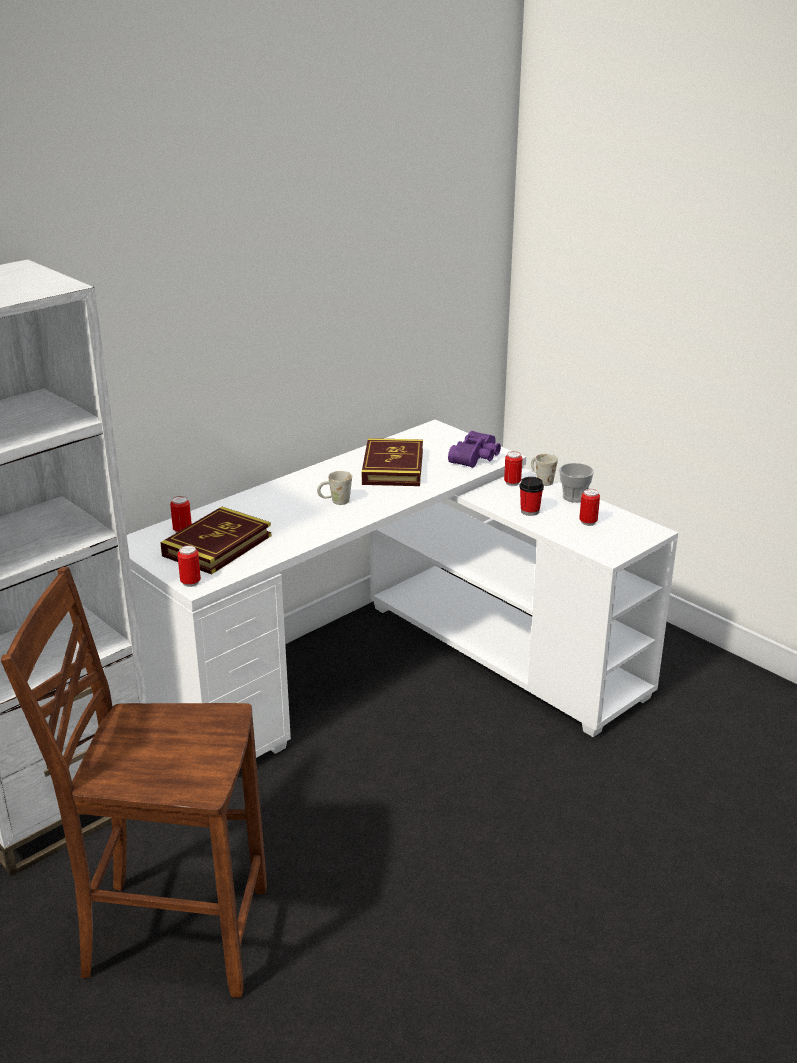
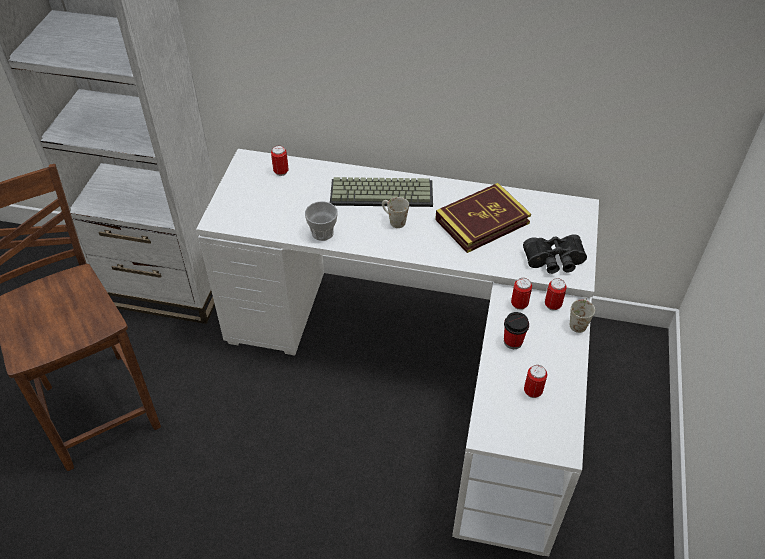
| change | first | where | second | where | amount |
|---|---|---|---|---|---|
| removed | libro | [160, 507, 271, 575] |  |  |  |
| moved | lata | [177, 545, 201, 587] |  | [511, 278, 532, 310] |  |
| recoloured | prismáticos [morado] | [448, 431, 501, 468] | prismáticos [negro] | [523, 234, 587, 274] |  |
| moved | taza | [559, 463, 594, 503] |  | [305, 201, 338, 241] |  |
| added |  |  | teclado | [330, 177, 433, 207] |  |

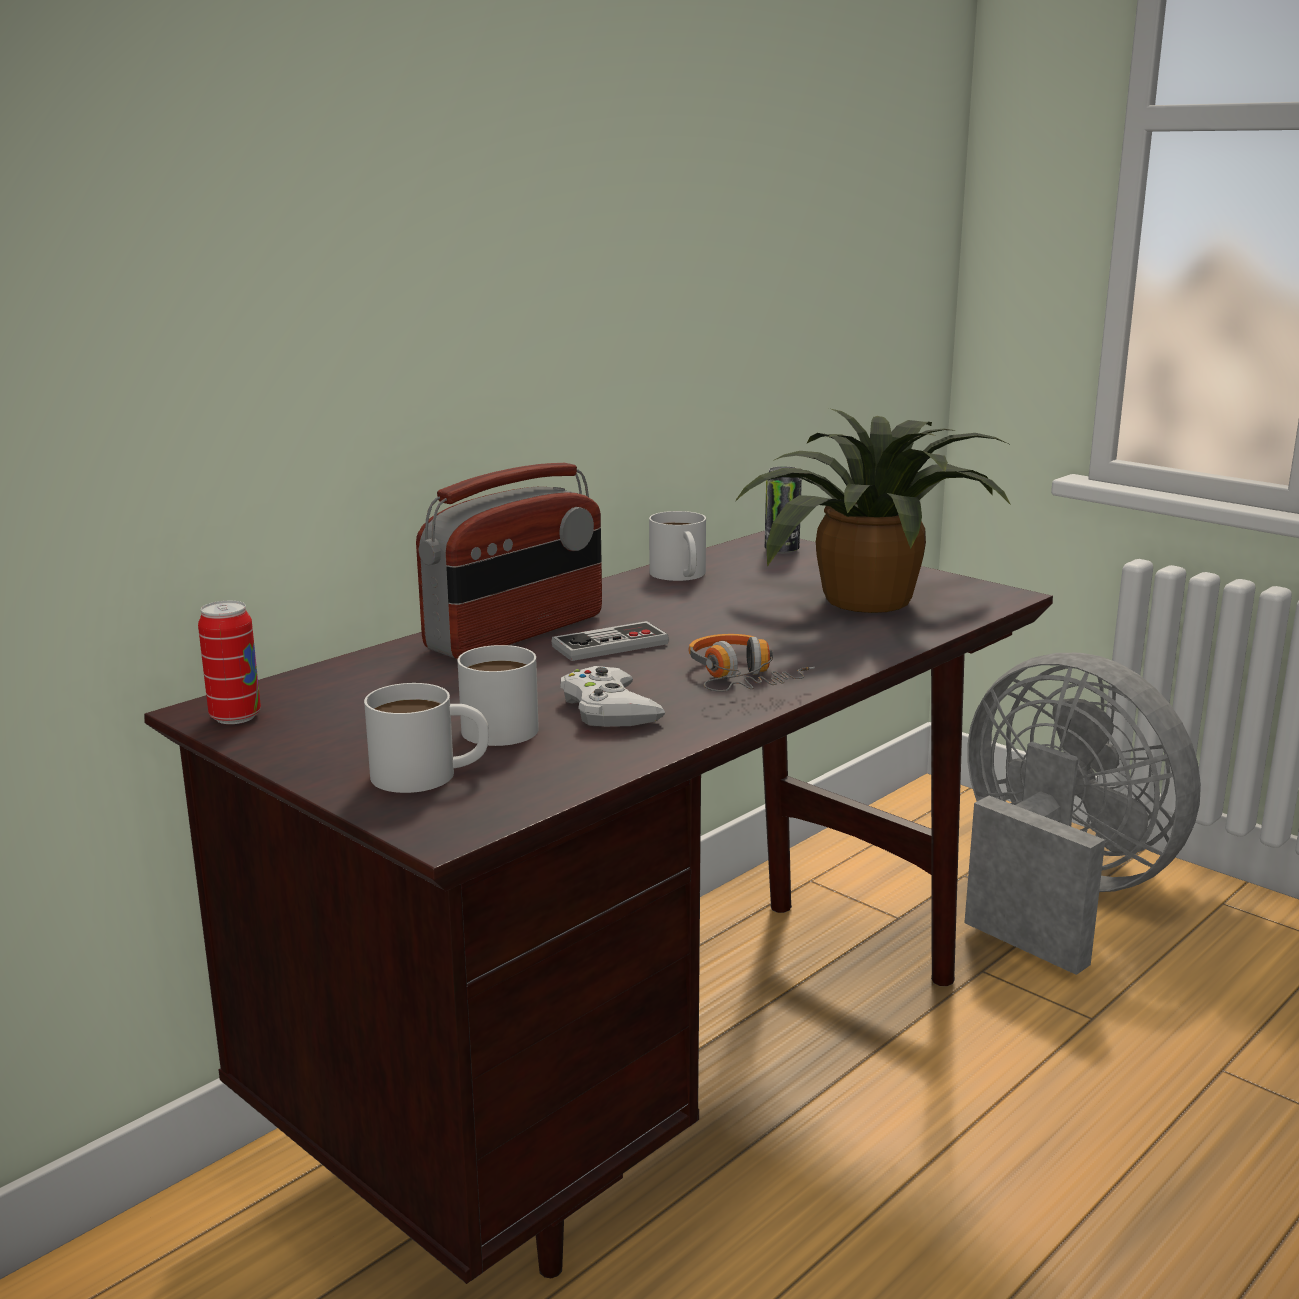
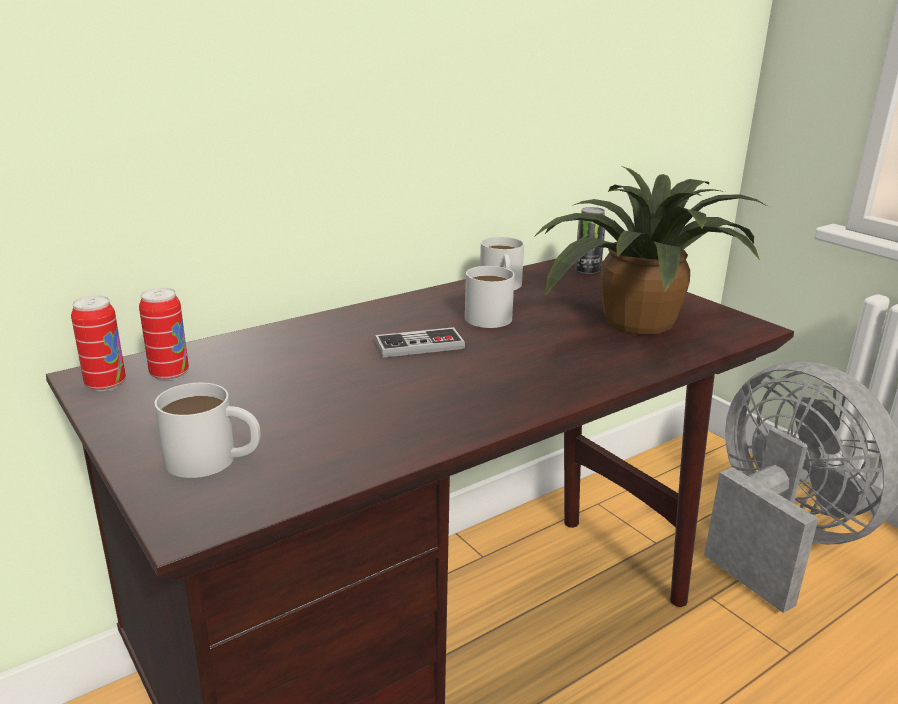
| change | first | where | second | where | amount |
|---|---|---|---|---|---|
| removed | radio | [416, 463, 602, 659] |  |  |  |
| moved | taza grande [blanco] | [457, 645, 539, 746] |  | [465, 266, 515, 328] |  |
| removed | mando de consola [blanco] | [560, 666, 666, 727] |  |  |  |
| removed | auriculares | [688, 634, 815, 692] |  |  |  |
| added |  |  | lata | [139, 288, 189, 381] |  |

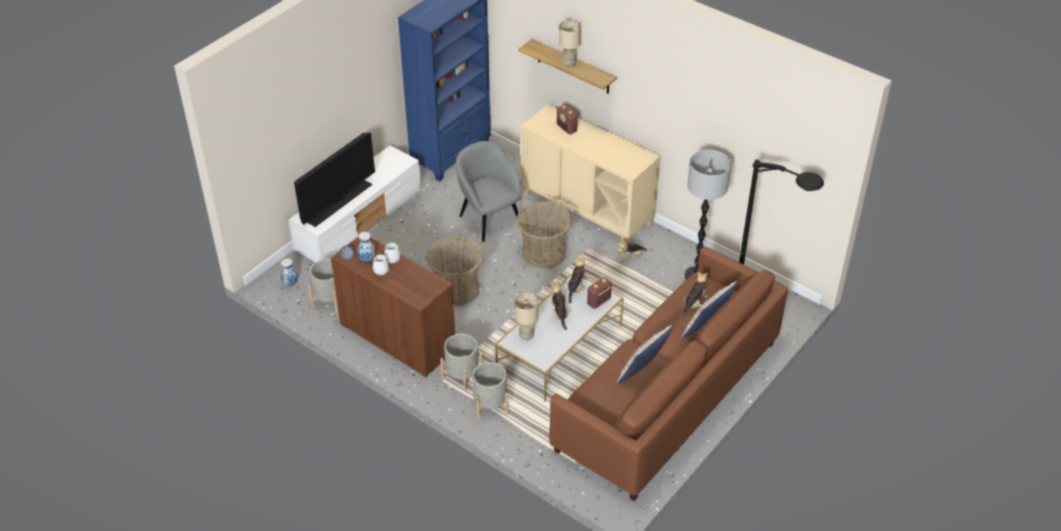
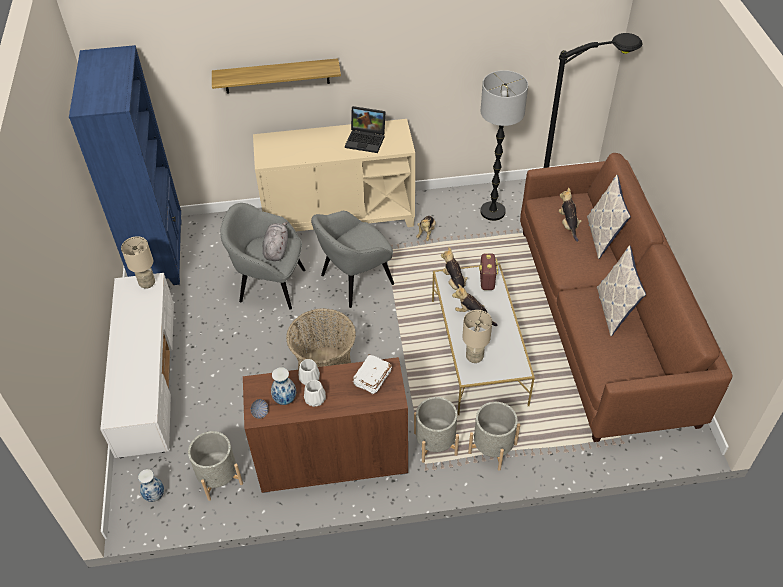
| change | first | where | second | where | amount |
|---|---|---|---|---|---|
| removed | televisor | [294, 132, 375, 227] |  |  |  |
| replaced | cesta | [517, 202, 572, 269] | sillón [gris] | [311, 211, 394, 308] |  |
| removed | radio | [557, 105, 578, 135] |  |  |  |
| moved | lámpara de mesa [beis] | [559, 20, 581, 68] |  | [121, 236, 155, 289] |  |
| added |  |  | peluche [gris] | [263, 222, 288, 261] |  |
| added |  |  | portátil | [345, 106, 386, 153] |  |
| added |  |  | libro [blanco] | [353, 355, 392, 394] |  |

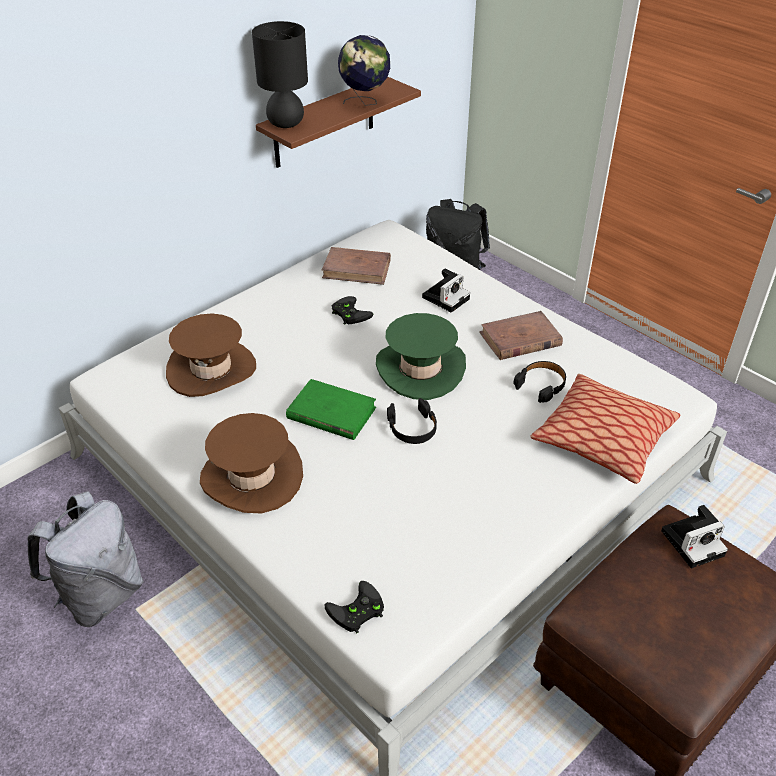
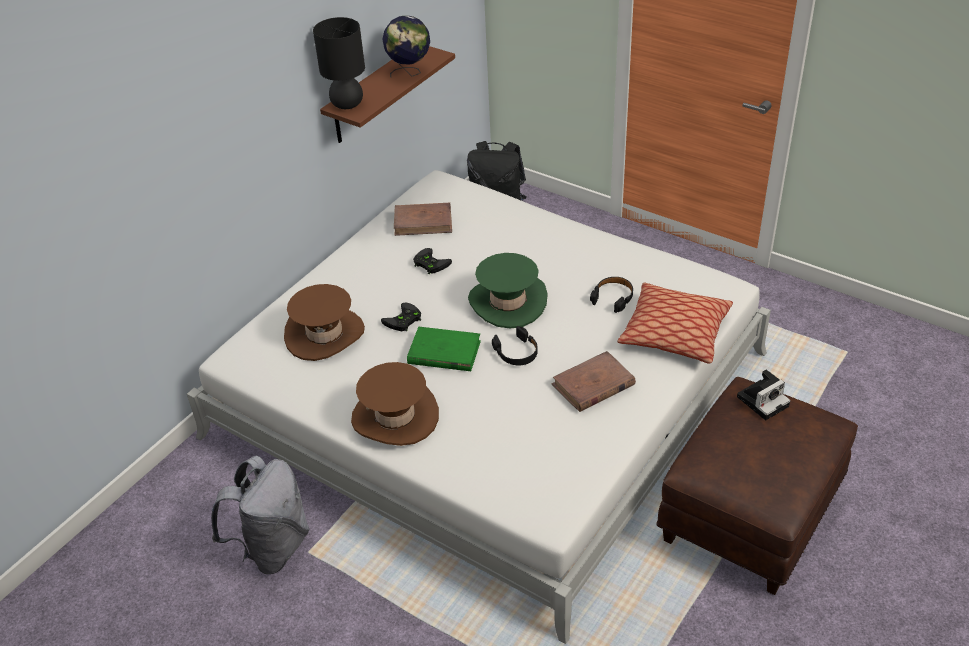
| change | first | where | second | where | amount |
|---|---|---|---|---|---|
| moved | mando de consola [negro] | [325, 581, 384, 633] |  | [381, 302, 421, 332] |  |
| removed | cámara | [422, 268, 470, 313] |  |  |  |
| moved | libro [marrón] | [479, 311, 563, 360] |  | [551, 351, 636, 412] |  |

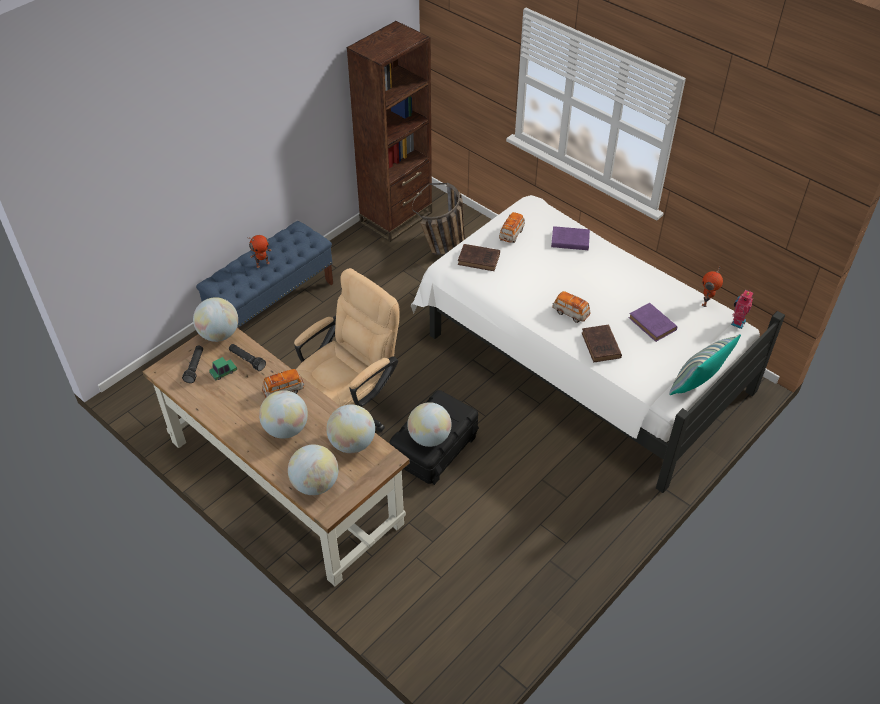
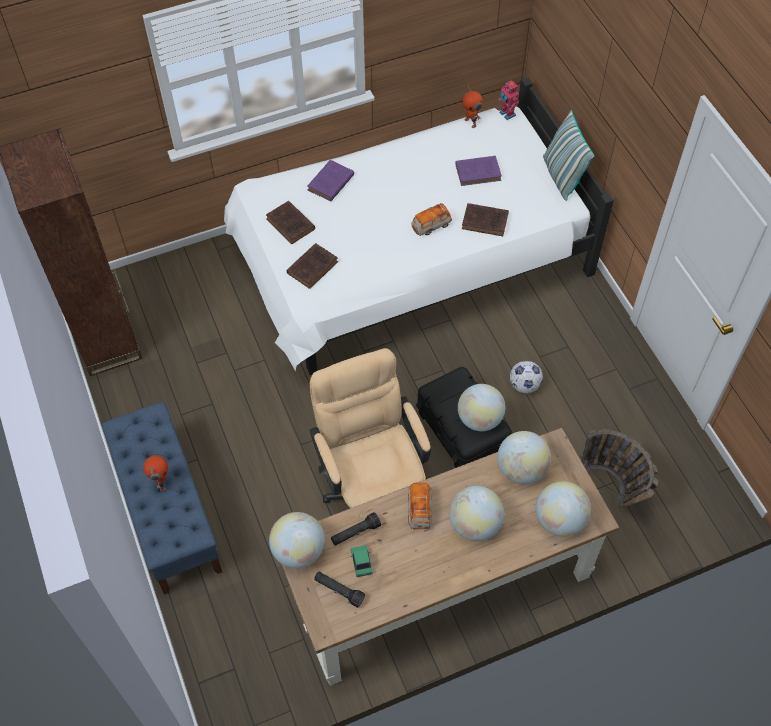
| change | first | where | second | where | amount |
|---|---|---|---|---|---|
| moved | cesta | [412, 183, 465, 255] |  | [580, 429, 658, 508] |  |
| replaced | coche de juguete | [499, 212, 525, 243] | libro [marrón] | [266, 201, 315, 244] |  |
| added |  |  | balón de fútbol | [510, 360, 543, 394] |  |

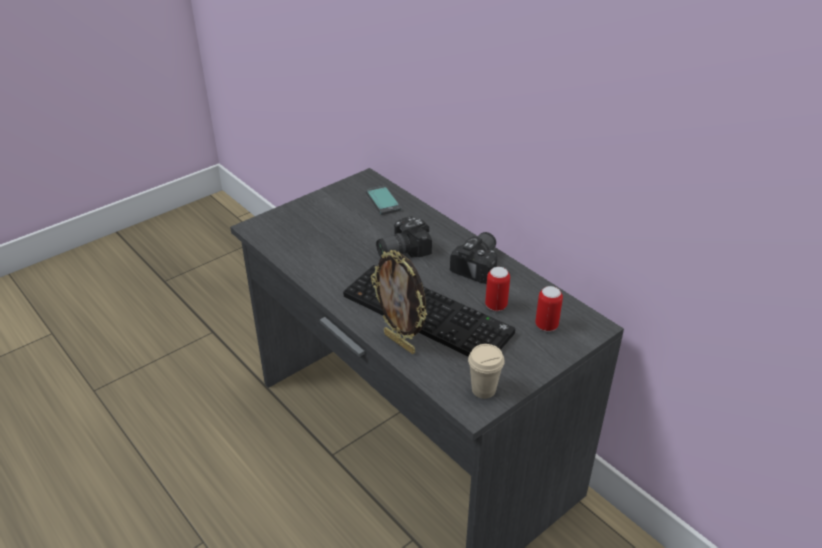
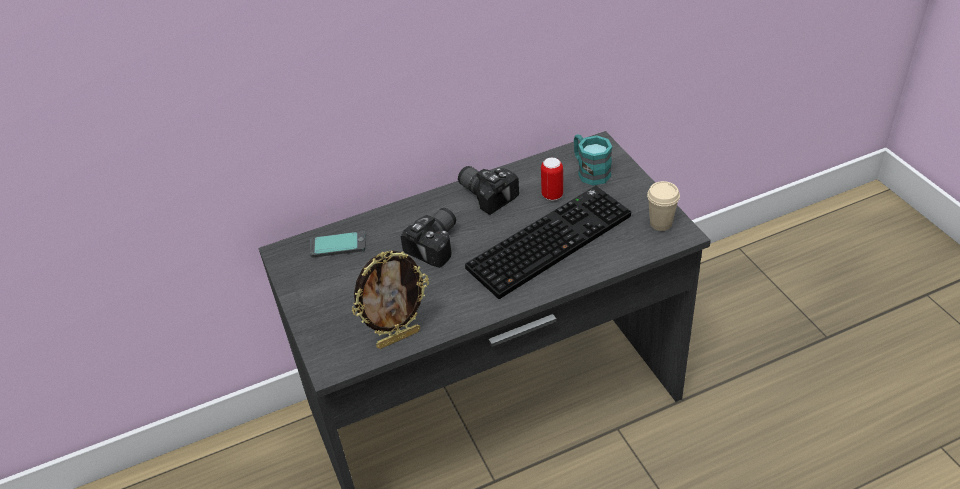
| change | first | where | second | where | amount |
|---|---|---|---|---|---|
| moved | portarretratos | [371, 250, 427, 354] |  | [352, 250, 429, 349] |  |
| turned | cámara | [376, 216, 432, 258] |  | [401, 208, 456, 268] | 135 degrees counterclockwise |
| replaced | lata | [535, 286, 563, 332] | taza grande [turquesa] | [574, 135, 612, 186] |  |

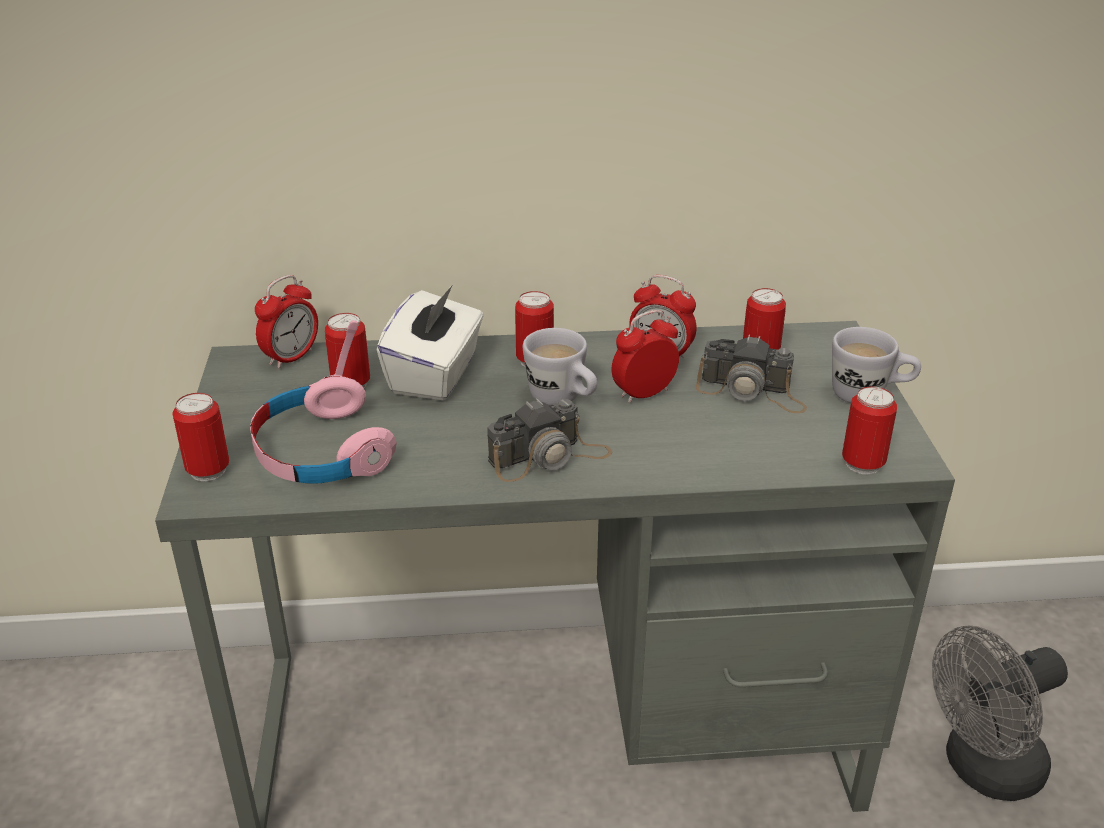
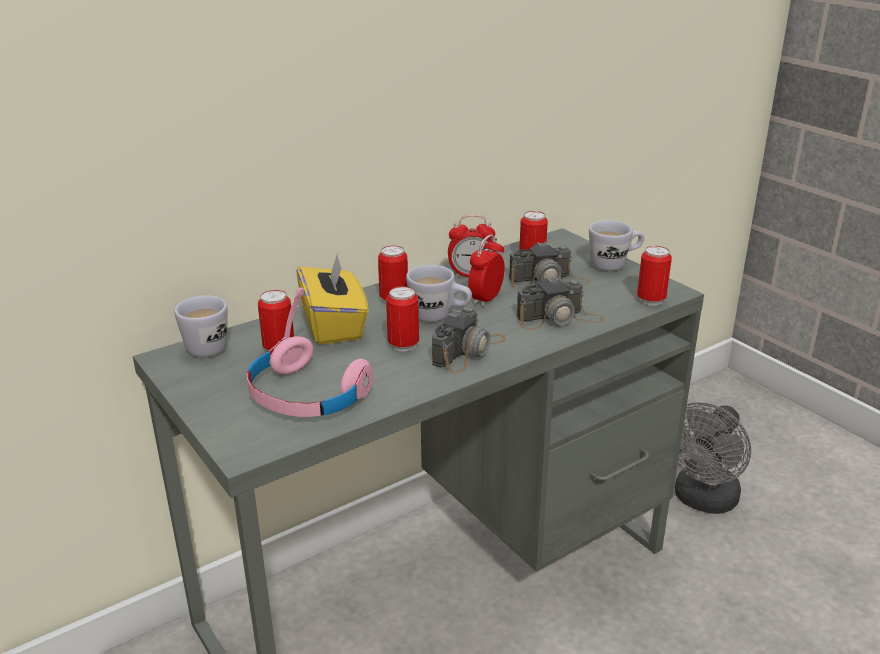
| change | first | where | second | where | amount |
|---|---|---|---|---|---|
| moved | lata | [172, 393, 229, 481] |  | [386, 286, 419, 352] |  |
| replaced | despertador | [255, 275, 318, 369] | taza grande [blanco] | [174, 296, 228, 357] |  |
| recoloured | caja de pañuelos [blanco] | [377, 286, 484, 400] | caja de pañuelos [amarillo] | [296, 252, 369, 345] |  |
| added |  |  | cámara | [517, 276, 605, 330] |  |

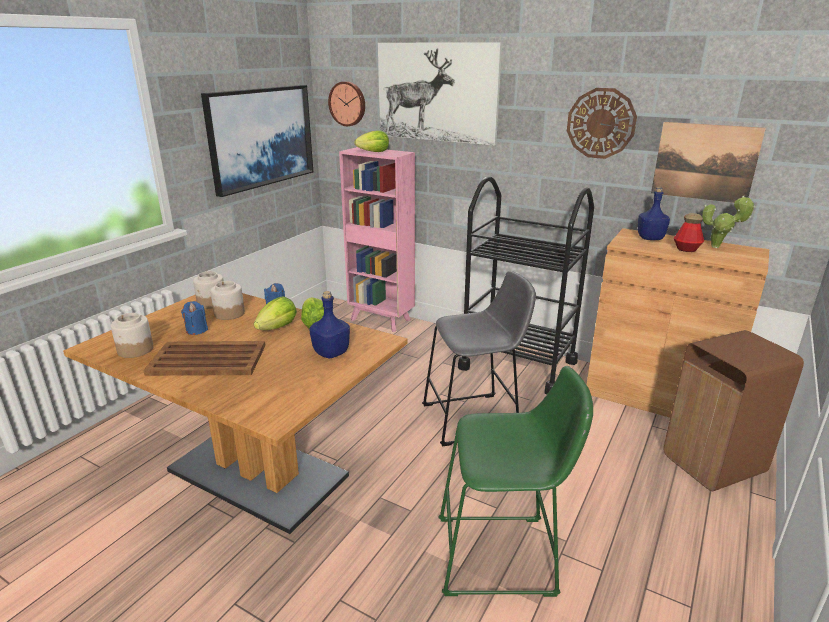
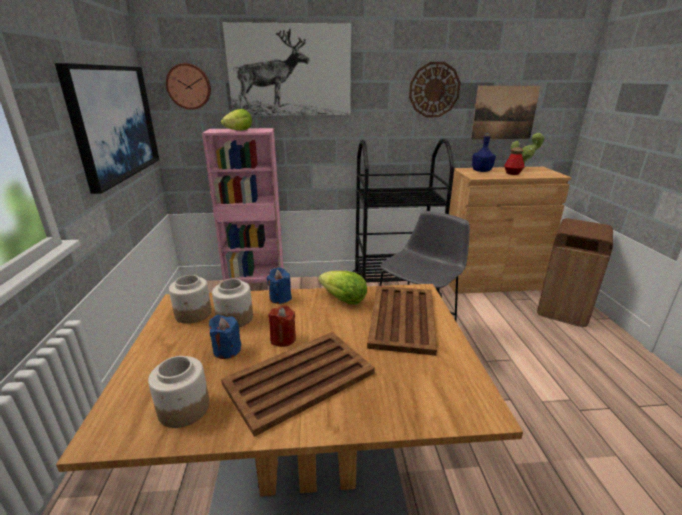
| change | first | where | second | where | amount |
|---|---|---|---|---|---|
| removed | lechuga | [254, 296, 297, 330] |  |  |  |
| replaced | botella [azul] | [309, 291, 350, 358] | bandeja [marrón] | [367, 286, 437, 356] |  |
| removed | taburete [verde] | [439, 366, 593, 597] |  |  |  |
| added |  |  | vela [rojo] | [268, 305, 296, 347] |  |

